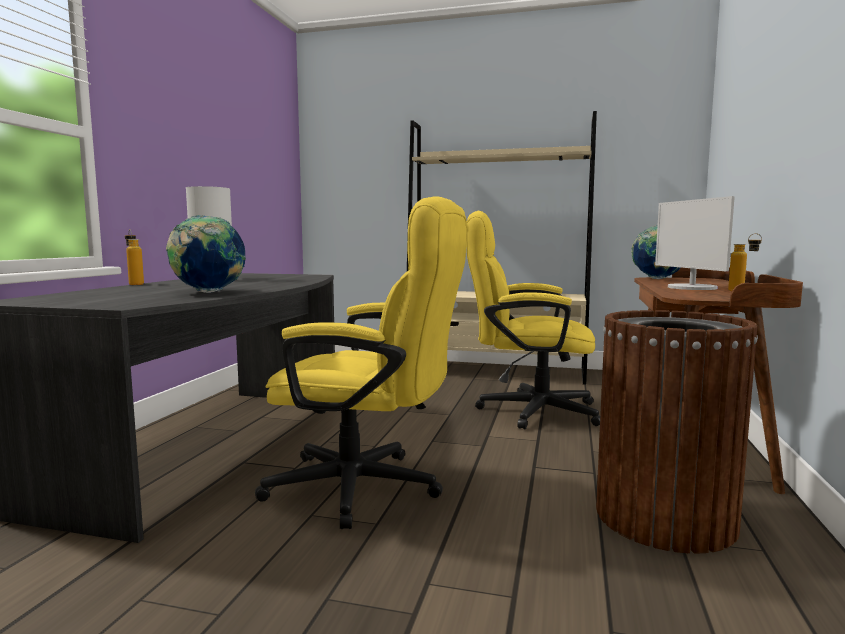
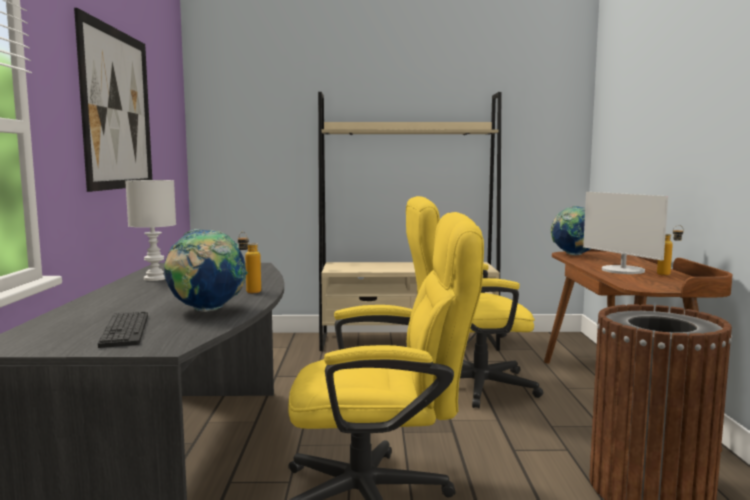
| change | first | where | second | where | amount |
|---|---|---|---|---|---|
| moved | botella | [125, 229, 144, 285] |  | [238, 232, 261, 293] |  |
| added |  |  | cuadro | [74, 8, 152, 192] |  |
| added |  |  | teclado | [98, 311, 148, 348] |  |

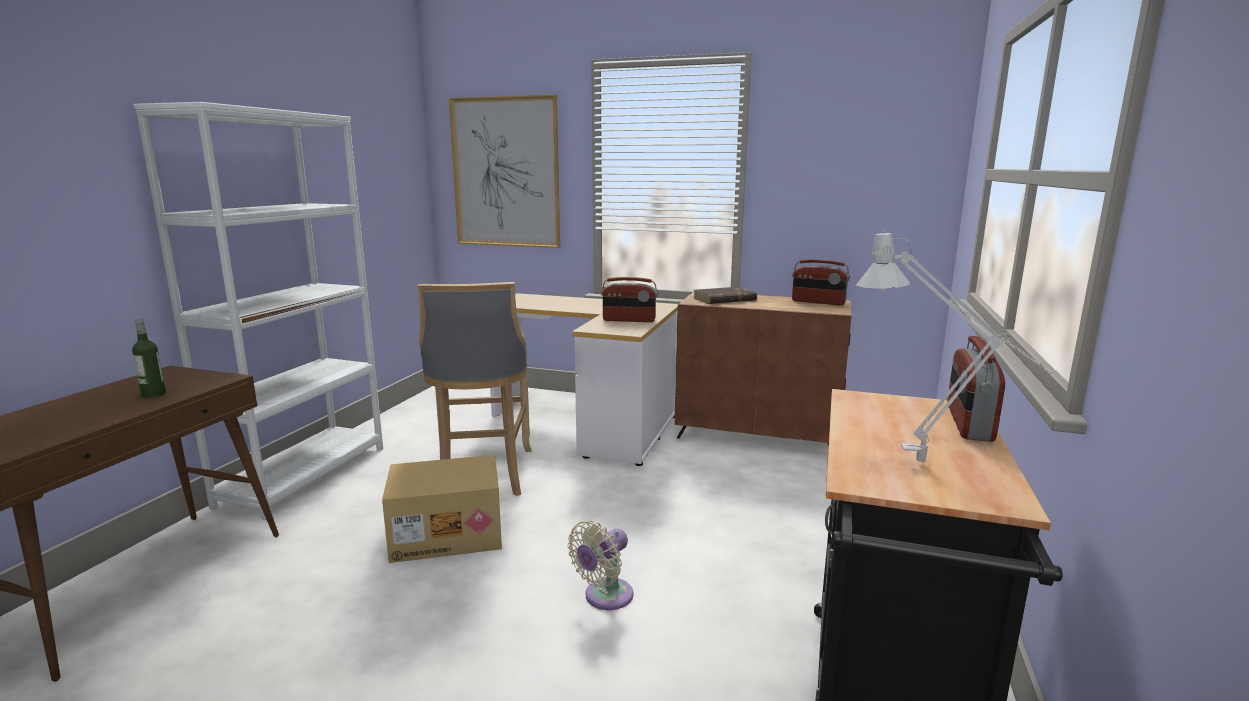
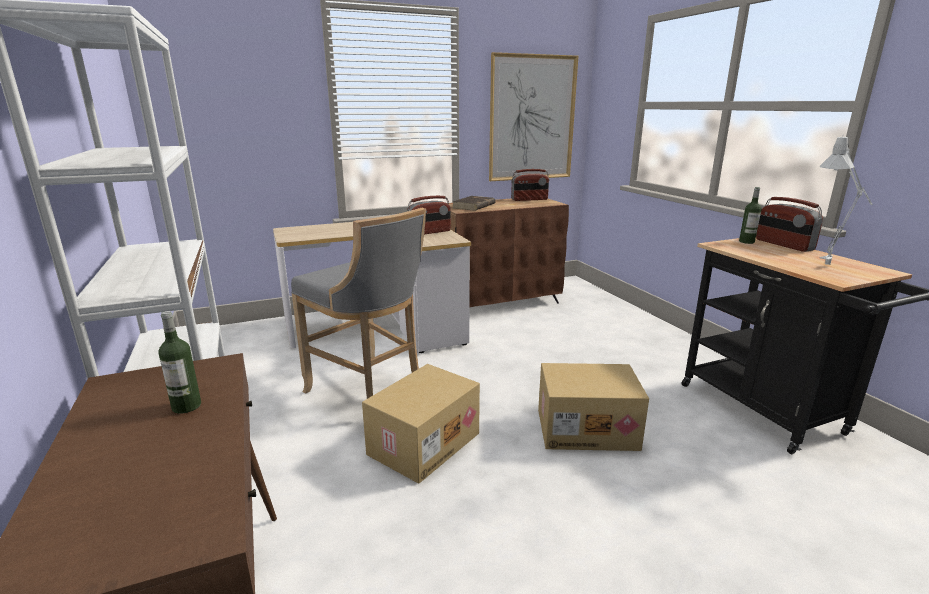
| change | first | where | second | where | amount |
|---|---|---|---|---|---|
| moved | cuadro | [449, 95, 560, 248] |  | [489, 52, 579, 181] |  |
| replaced | ventilador [beis] | [567, 521, 633, 610] | caja de cartón | [538, 363, 649, 451] |  |
| added |  |  | botella | [739, 187, 762, 244] |  |

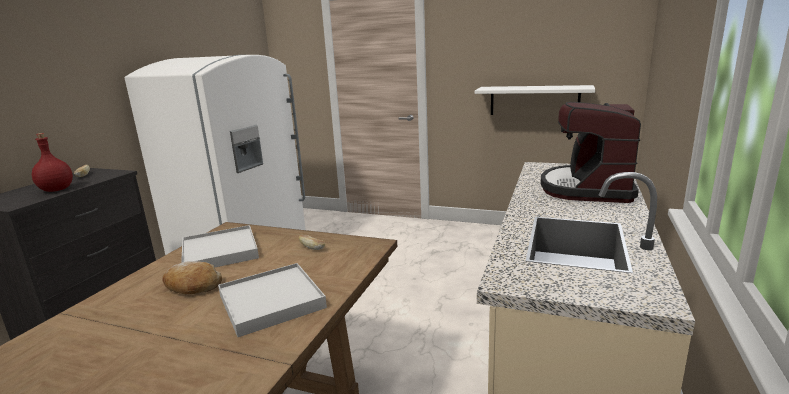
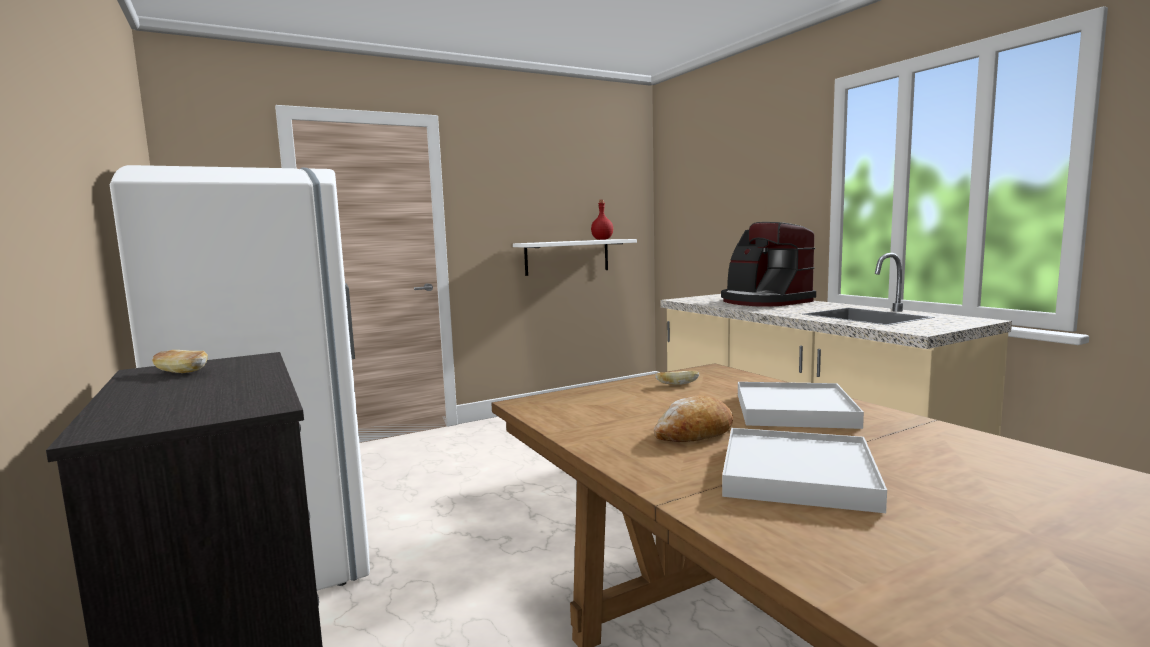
| change | first | where | second | where | amount |
|---|---|---|---|---|---|
| moved | botella [rojo] | [32, 133, 73, 192] |  | [591, 200, 613, 240] |  |
| moved | bandeja [blanco] | [181, 225, 259, 268] |  | [722, 428, 887, 513] |  |

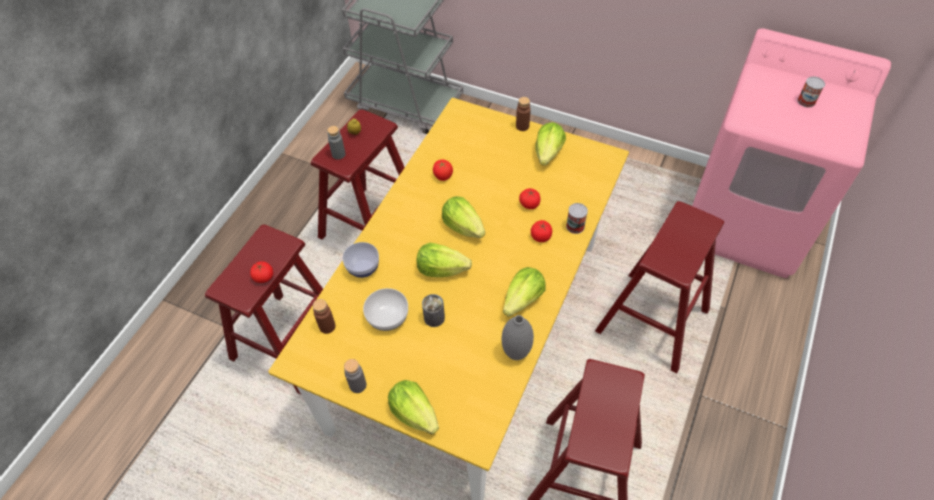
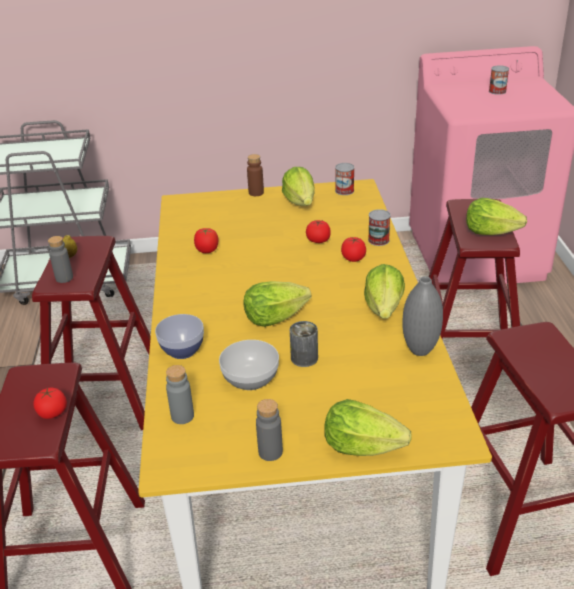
| change | first | where | second | where | amount |
|---|---|---|---|---|---|
| recoloured | botella [marrón] | [313, 299, 335, 334] | botella [gris] | [166, 365, 194, 424] |  |
| moved | lechuga | [442, 196, 485, 238] |  | [466, 198, 527, 235] |  |
| added |  |  | lata | [335, 163, 355, 195] |  |

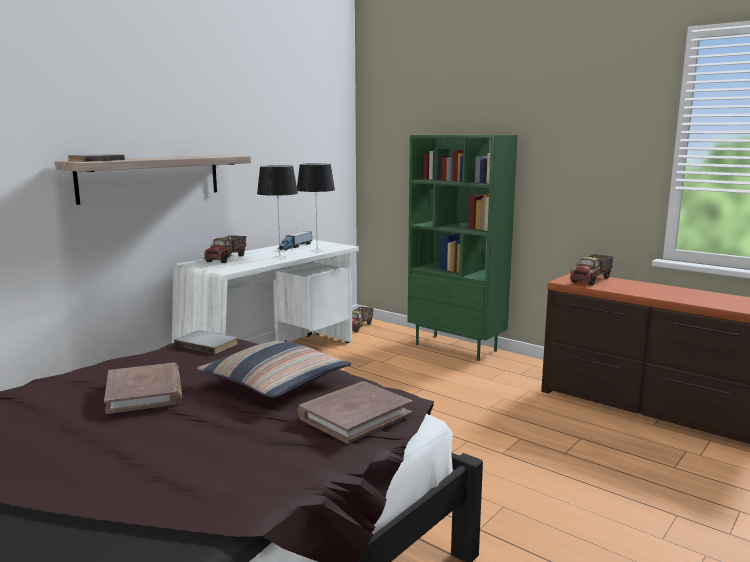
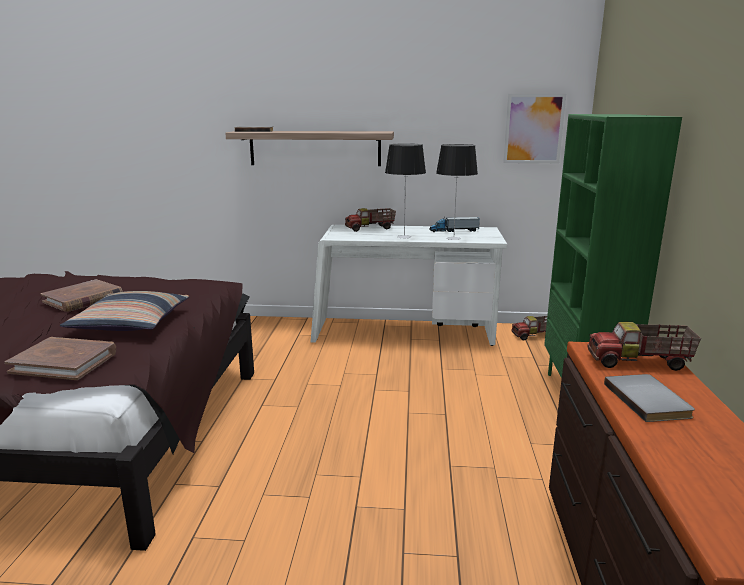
| change | first | where | second | where | amount |
|---|---|---|---|---|---|
| moved | libro [gris] | [174, 330, 238, 354] |  | [604, 374, 695, 422] |  |
| added |  |  | cuadro | [503, 94, 566, 163] |  |

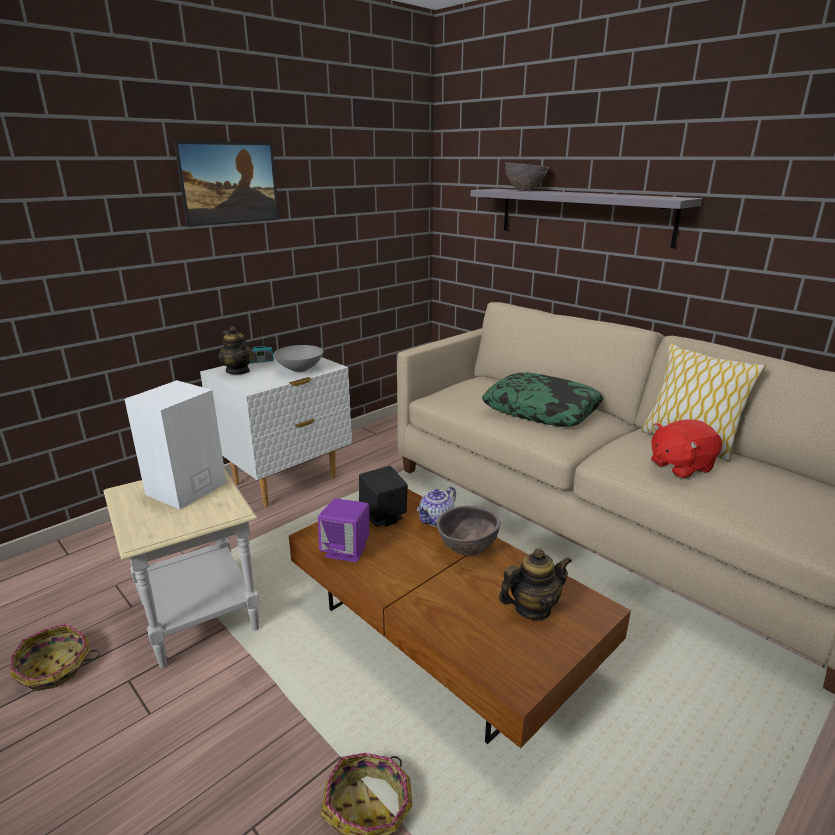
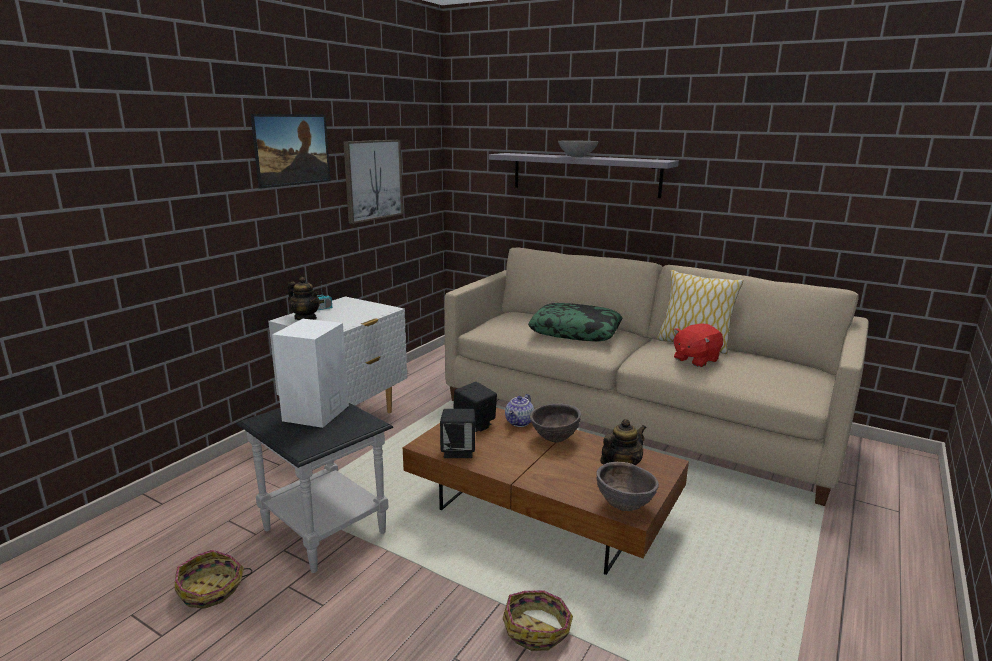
| change | first | where | second | where | amount |
|---|---|---|---|---|---|
| recoloured | mesa auxiliar [beis] | [104, 468, 260, 668] | mesa auxiliar [negro] | [237, 403, 393, 573] |  |
| moved | cuenco [gris] | [274, 345, 324, 372] |  | [558, 140, 598, 157] |  |
| recoloured | altavoz [morado] | [318, 498, 369, 562] | altavoz [negro] | [440, 409, 475, 458] |  |
| moved | cuenco [marrón] | [505, 162, 549, 191] |  | [596, 462, 659, 511] |  |
| added |  |  | cuadro | [343, 140, 403, 224] |  |

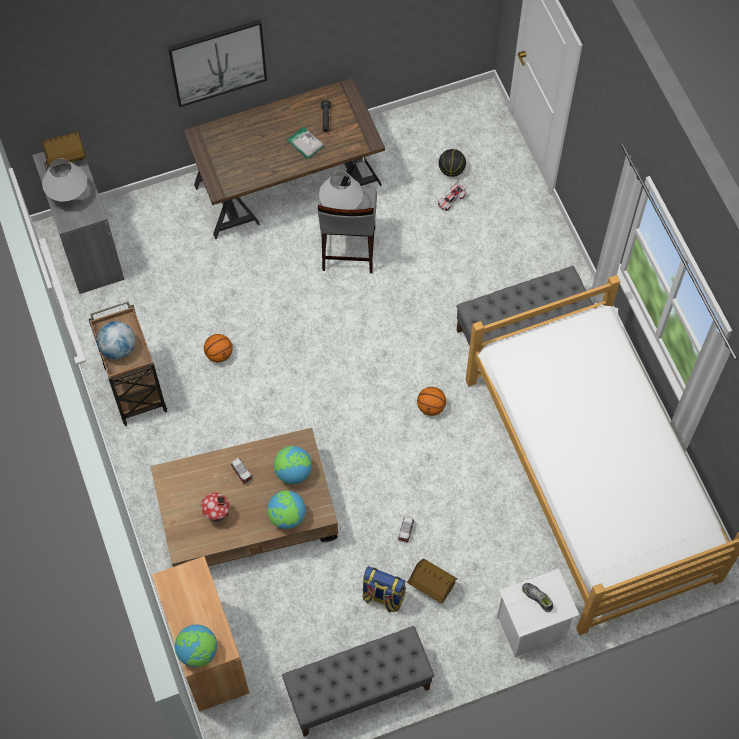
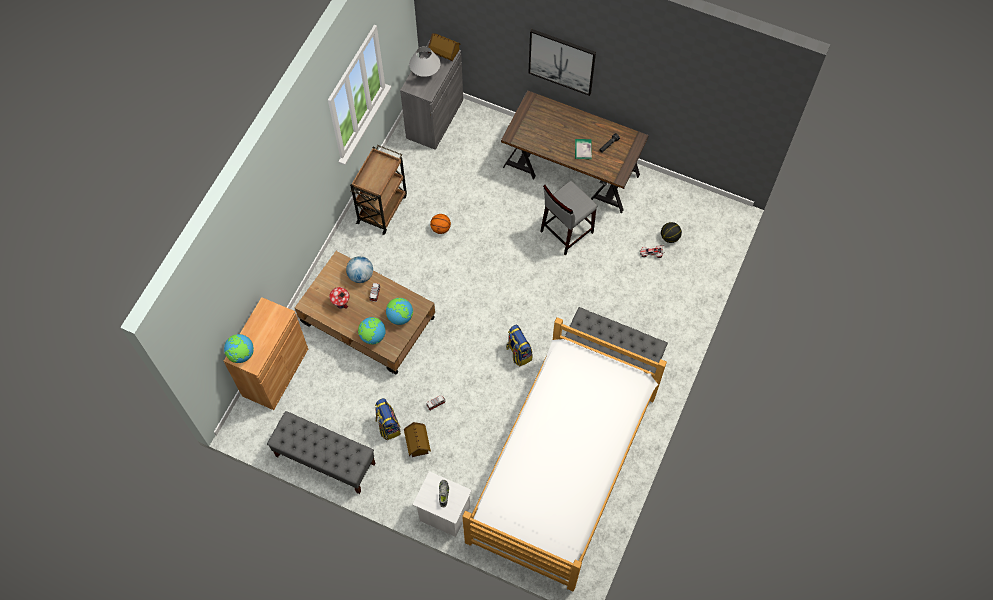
| change | first | where | second | where | amount |
|---|---|---|---|---|---|
| moved | globo terráqueo | [97, 321, 135, 359] |  | [346, 256, 373, 283] |  |
| removed | lámpara de mesa [blanco] | [319, 171, 363, 210] |  |  |  |
| replaced | balón de baloncesto | [417, 387, 446, 416] | mochila | [506, 325, 533, 366] |  |

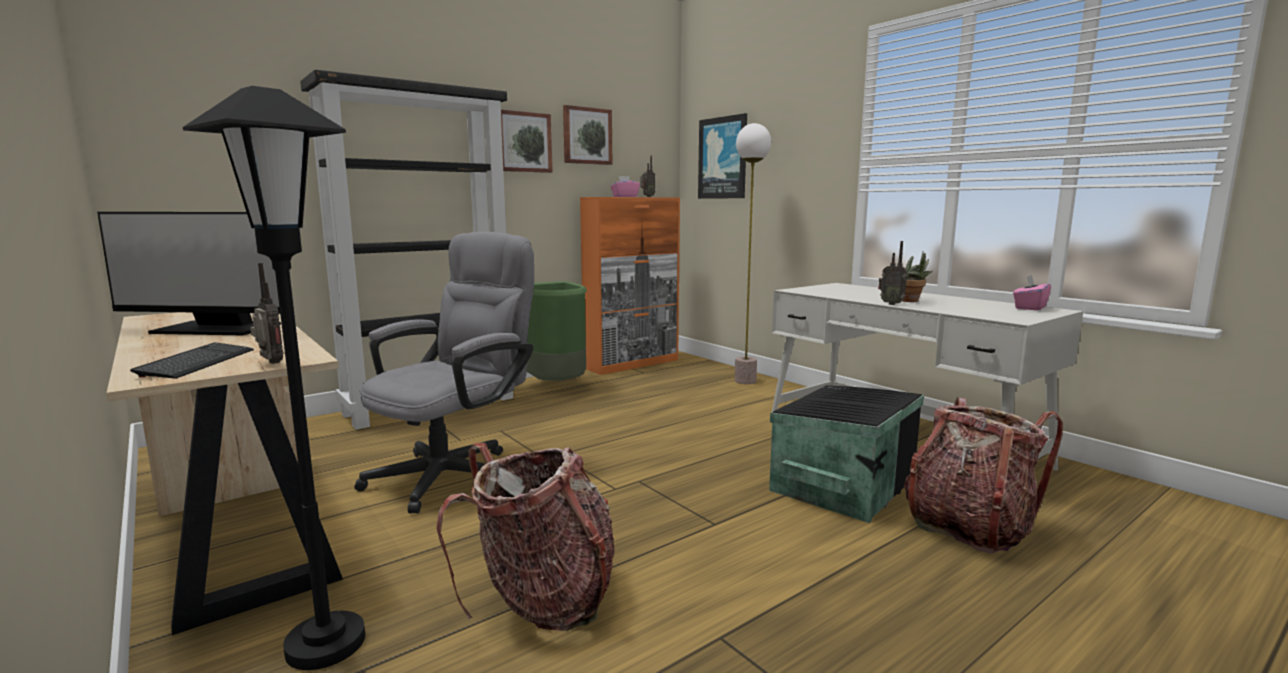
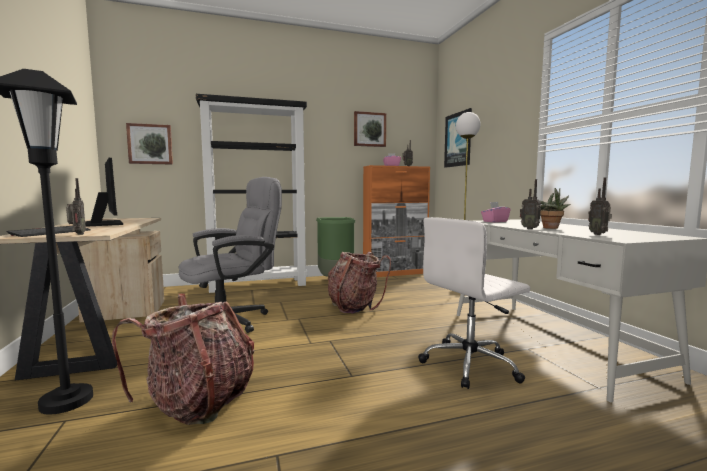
| change | first | where | second | where | amount |
|---|---|---|---|---|---|
| turned | monitor | [97, 212, 281, 335] |  | [85, 158, 123, 227] | 150 degrees counterclockwise |
| moved | cuadro | [501, 110, 553, 173] |  | [126, 123, 173, 165] |  |
| replaced | caja de almacenaje [negro] | [769, 385, 924, 523] | silla de oficina [blanco] | [418, 217, 530, 389] |  |
| moved | mochila | [904, 397, 1063, 554] |  | [327, 252, 391, 313] |  |
| moved | caja de pañuelos [rosa] | [1013, 275, 1051, 311] |  | [481, 202, 511, 223] |  |
| added |  |  | radio | [588, 177, 612, 235] |  |

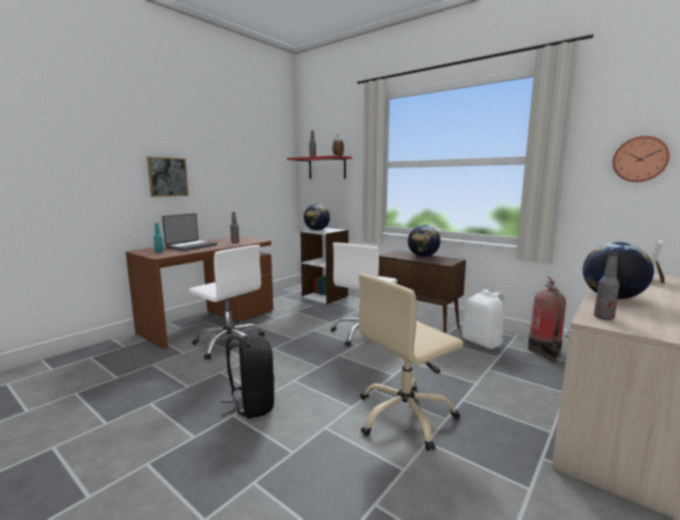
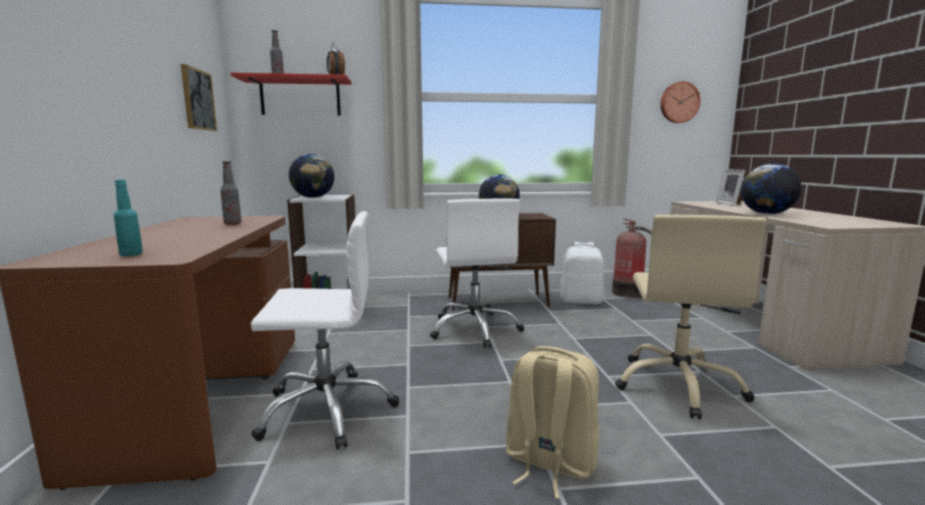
| change | first | where | second | where | amount |
|---|---|---|---|---|---|
| moved | cuadro | [147, 157, 189, 197] |  | [181, 64, 217, 131] |  |
| removed | portátil | [162, 213, 217, 251] |  |  |  |
| recoloured | mochila [negro] | [221, 335, 274, 419] | mochila [beis] | [506, 346, 599, 499] |  |
| removed | botella | [594, 252, 620, 320] |  |  |  |

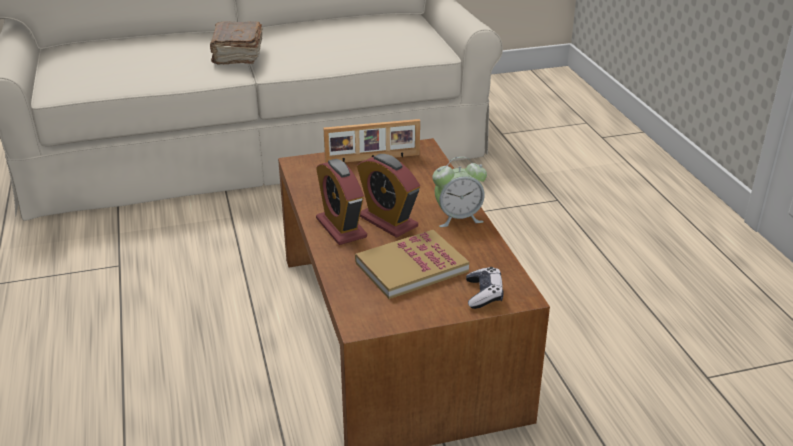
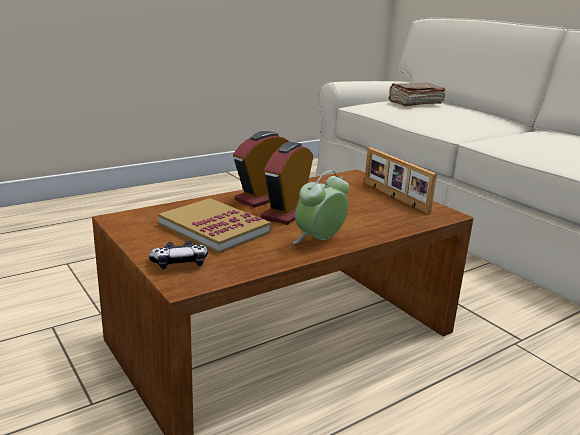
| change | first | where | second | where | amount |
|---|---|---|---|---|---|
| moved | libro [marrón] | [210, 21, 262, 65] |  | [389, 82, 446, 107] |  |
| turned | despertador | [432, 157, 487, 227] |  | [293, 170, 349, 244] | 75 degrees clockwise |

